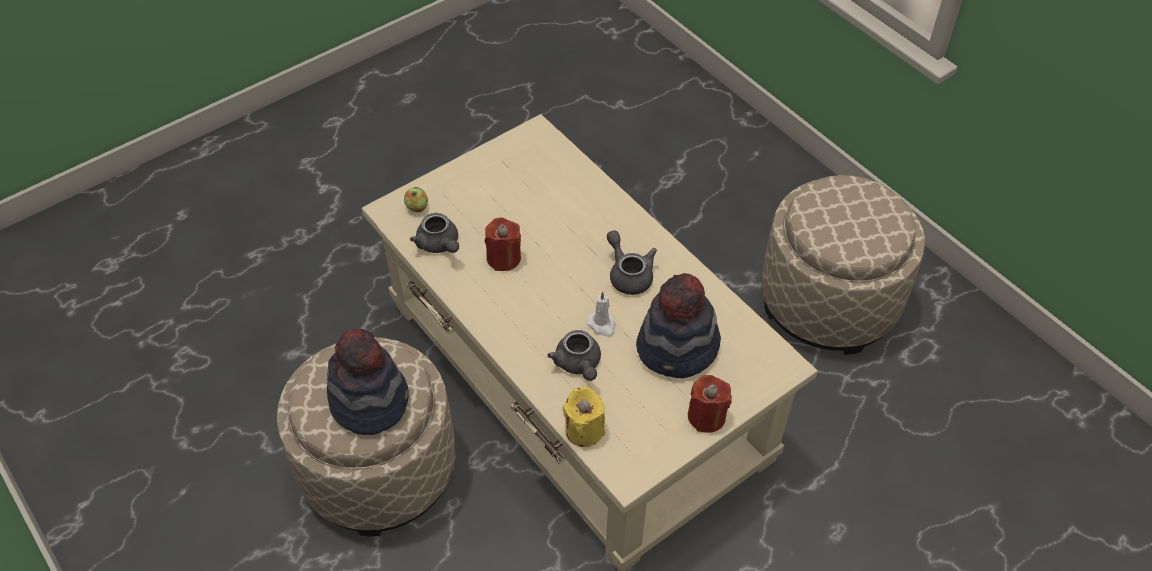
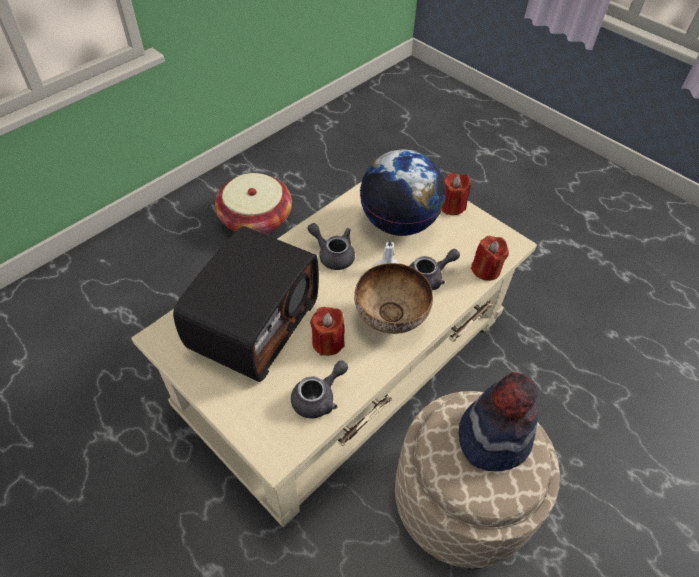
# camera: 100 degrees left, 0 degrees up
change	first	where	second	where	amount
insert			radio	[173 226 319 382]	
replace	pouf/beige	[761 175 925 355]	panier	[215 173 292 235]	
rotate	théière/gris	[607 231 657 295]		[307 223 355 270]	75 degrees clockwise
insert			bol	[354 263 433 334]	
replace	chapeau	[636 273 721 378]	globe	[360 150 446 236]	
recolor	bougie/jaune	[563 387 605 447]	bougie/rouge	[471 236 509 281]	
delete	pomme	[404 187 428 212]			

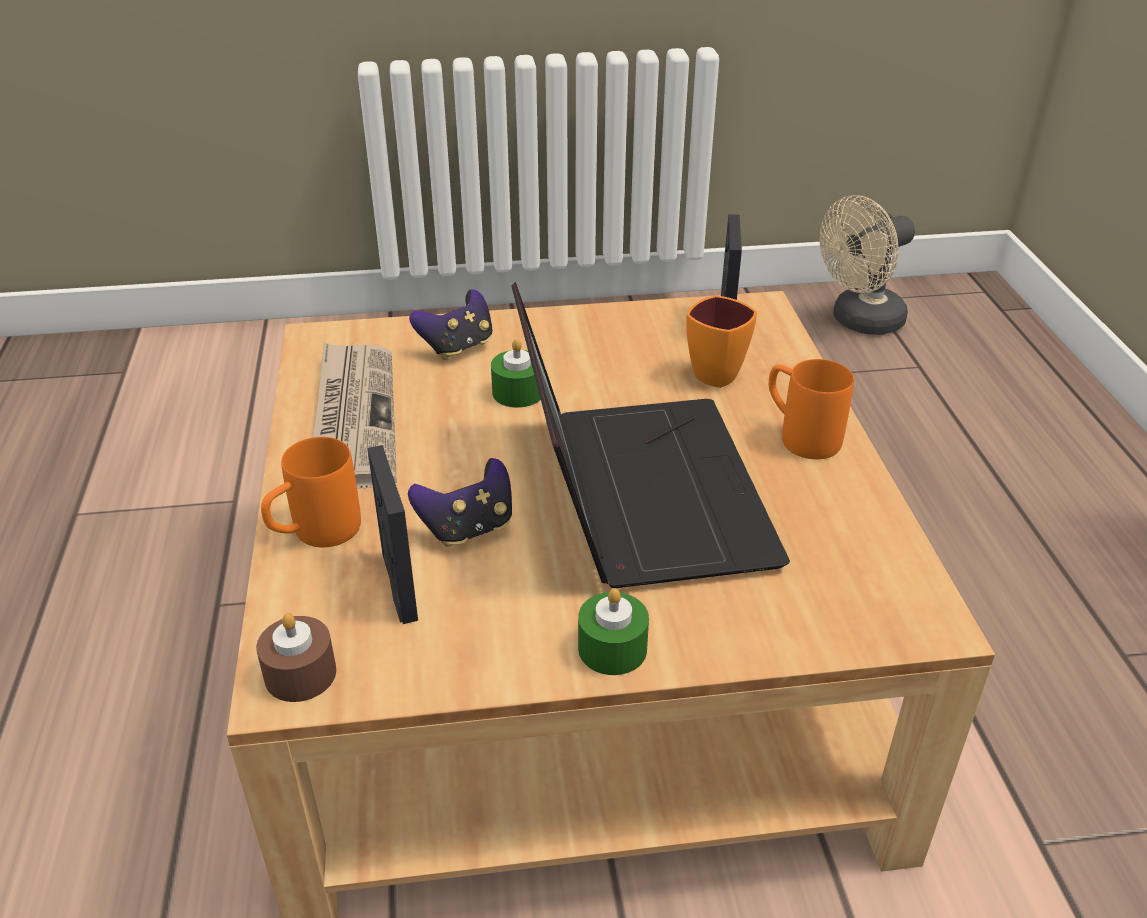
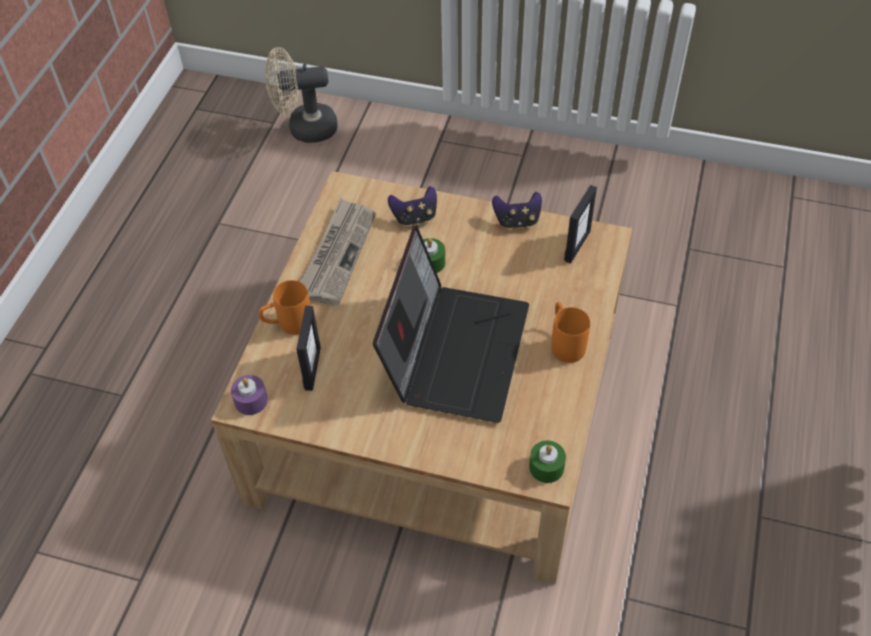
# camera: 25 degrees right, 15 degrees up
change	first	where	second	where	amount
recolor	bougie/marron	[256 613 336 702]	bougie/violet	[231 375 268 415]	
move	ventilateur/beige	[819 195 915 335]		[265 47 338 143]	
move	manette	[408 458 512 547]		[492 192 542 229]	
move	bougie/vert	[578 588 649 675]		[529 441 566 483]	
delete	mug/orange	[686 295 757 388]			

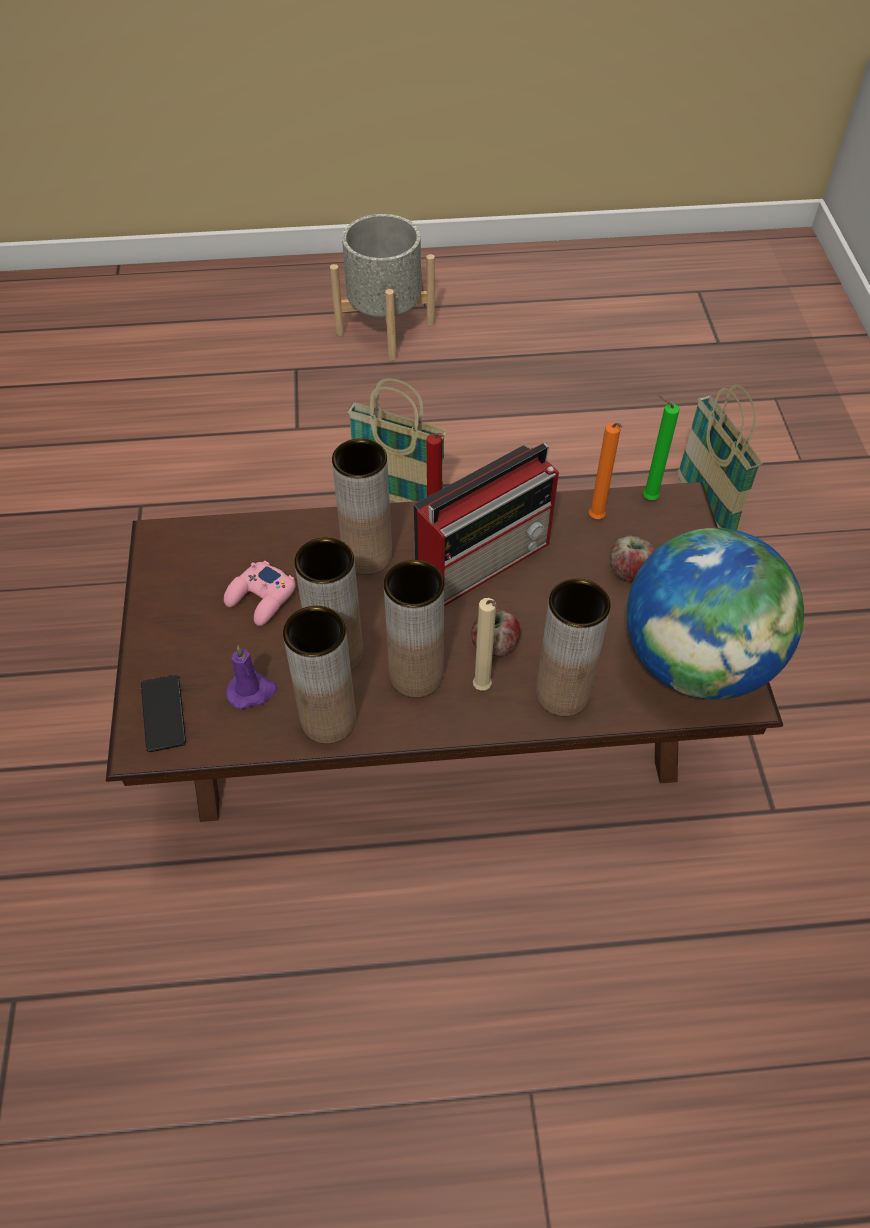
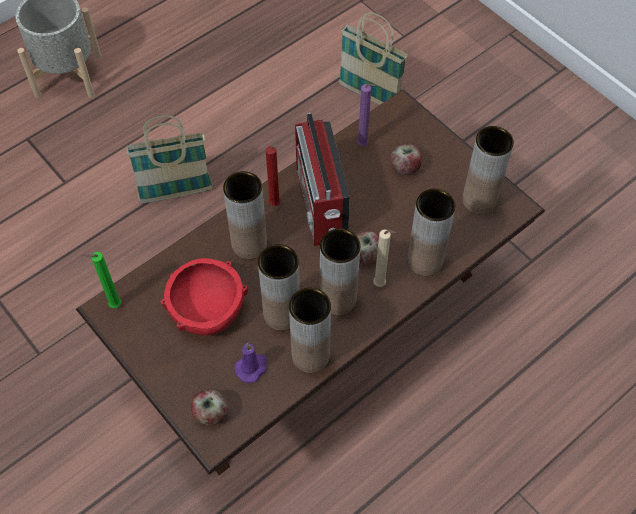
# camera: 35 degrees left, 5 degrees up
change	first	where	second	where	amount
move	bougie/vert	[643 396 680 500]		[83 252 121 308]	
replace	manette/rose	[224 560 295 626]	bol/rouge	[160 258 248 336]	
replace	téléphone	[141 675 186 752]	pomme	[191 389 228 425]	
rotate	radio	[414 443 559 606]		[295 113 350 246]	150 degrees clockwise
recolor	bougie/orange	[589 423 622 519]	bougie/violet	[357 84 376 146]	
replace	globe	[627 528 804 700]	vase/marron	[462 126 514 215]	

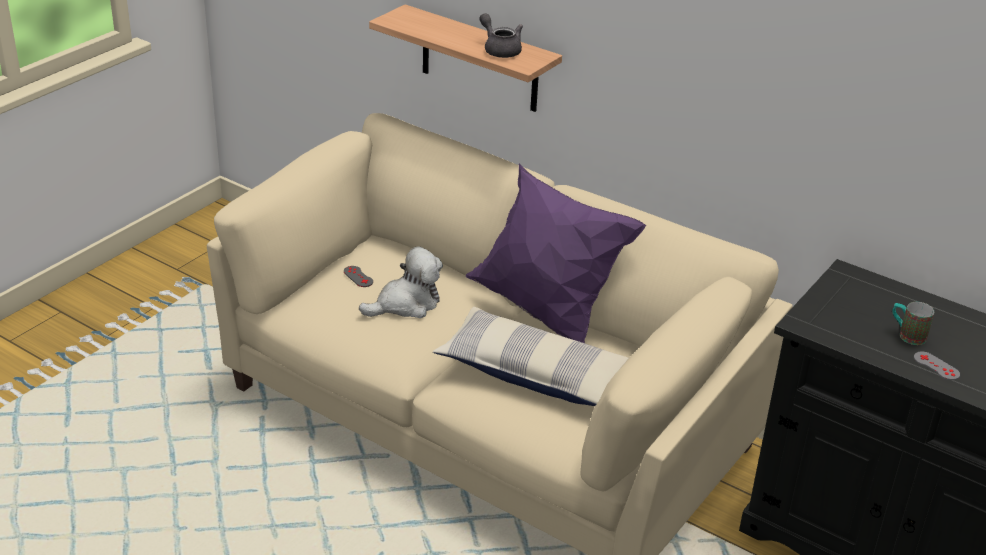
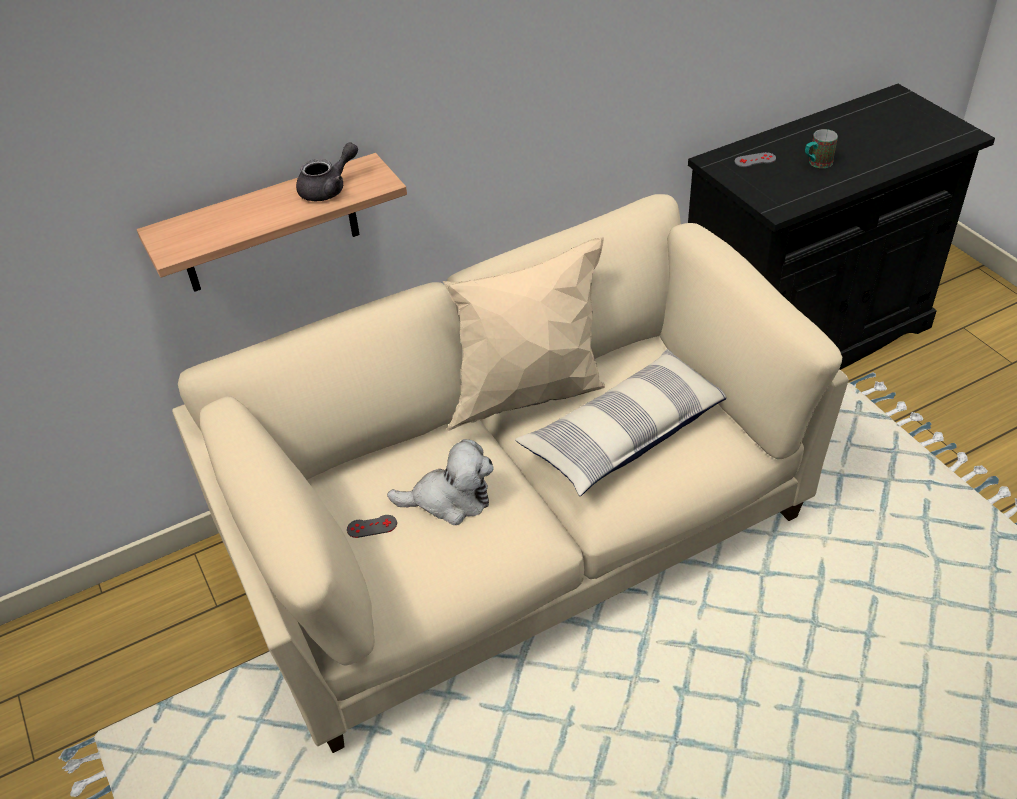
# camera: 60 degrees left, 10 degrees up
change	first	where	second	where	amount
rotate	théière/gris	[480 13 523 58]		[296 142 358 201]	150 degrees clockwise
rotate	peluche	[359 246 443 318]		[387 439 494 525]	90 degrees clockwise
recolor	coussin/violet	[466 163 646 344]	coussin/beige	[443 237 605 431]	
move	manette/gris	[914 352 960 380]		[735 152 776 167]	

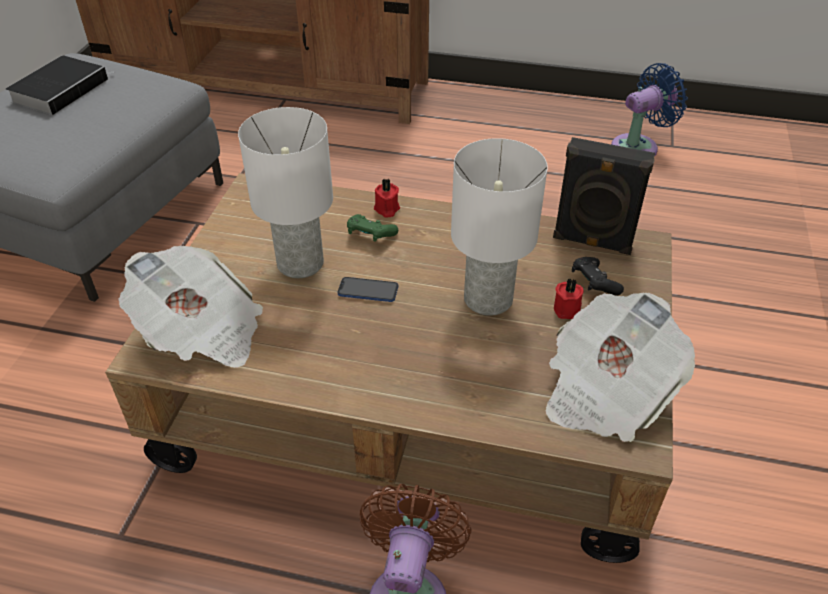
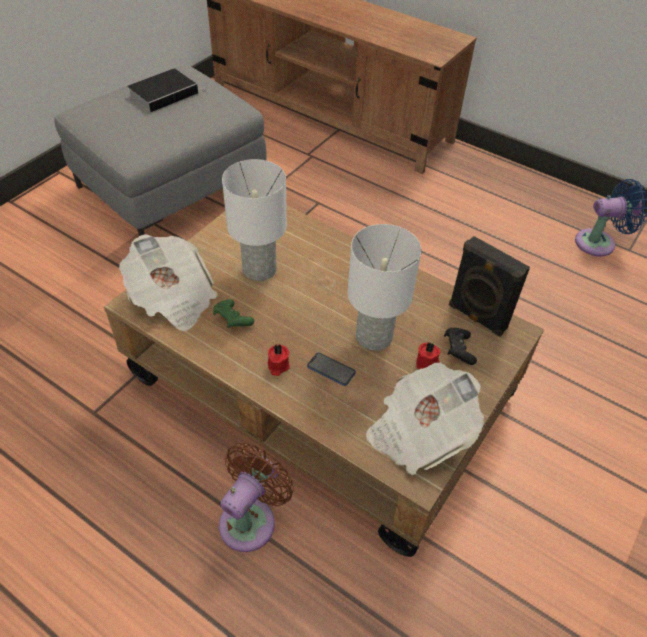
# camera: 20 degrees right, 5 degrees up
change	first	where	second	where	amount
move	manette/vert	[347 214 398 242]		[213 299 254 328]	
move	bougie/rouge	[374 179 400 218]		[268 344 290 376]	
move	téléphone	[337 277 398 302]		[307 353 356 386]	

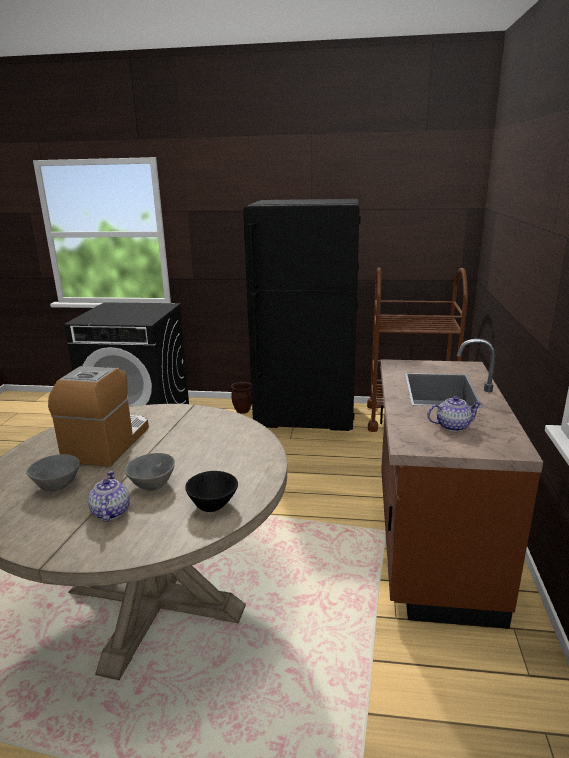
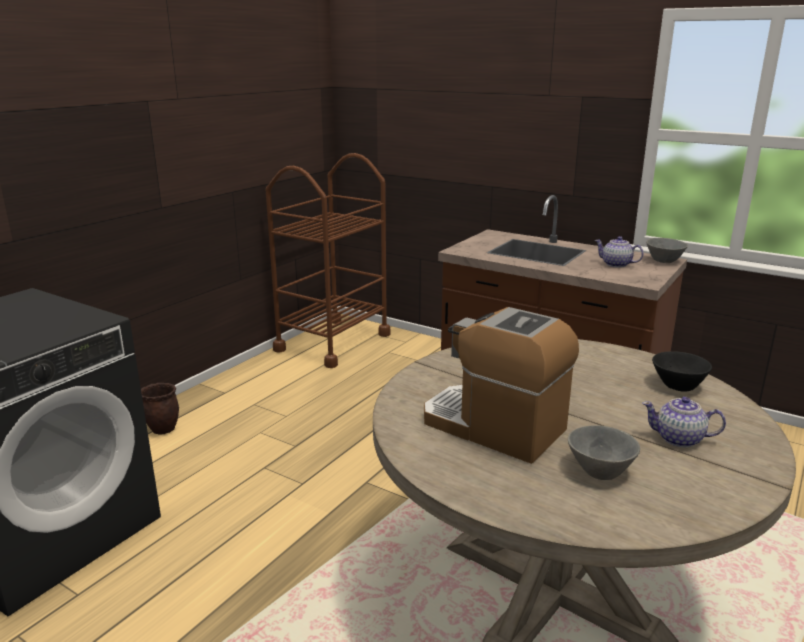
# camera: 65 degrees left, 0 degrees up
change	first	where	second	where	amount
rotate	théière	[427 396 482 432]		[595 236 644 268]	75 degrees counterclockwise
move	bol/gris	[125 453 175 491]		[646 238 688 263]	
delete	réfrigérateur/noir	[243 199 361 431]			

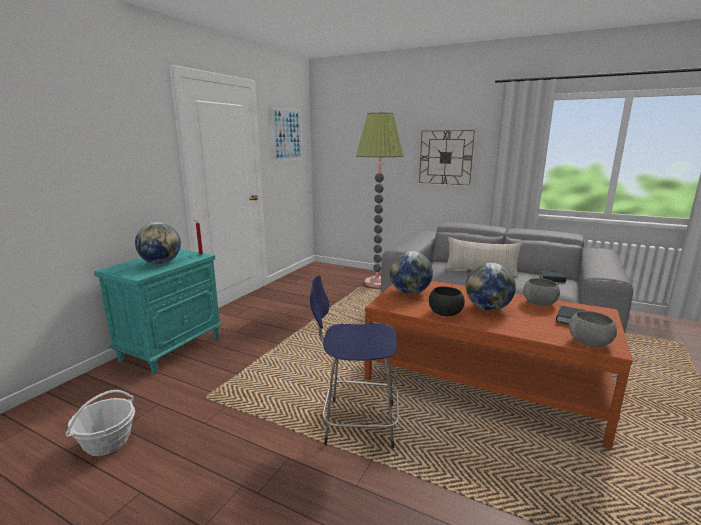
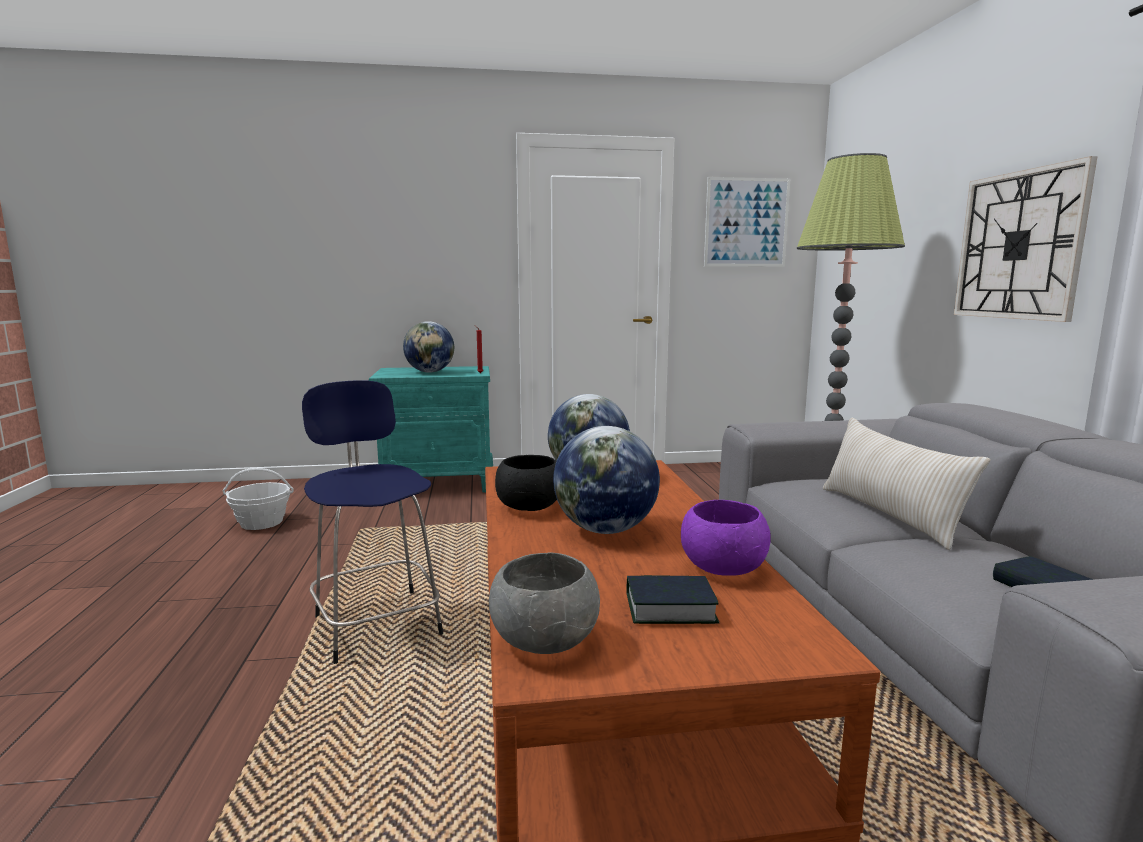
# camera: 55 degrees right, 5 degrees down
change	first	where	second	where	amount
recolor	bol/gris	[523 278 560 306]	bol/violet	[681 500 771 576]	

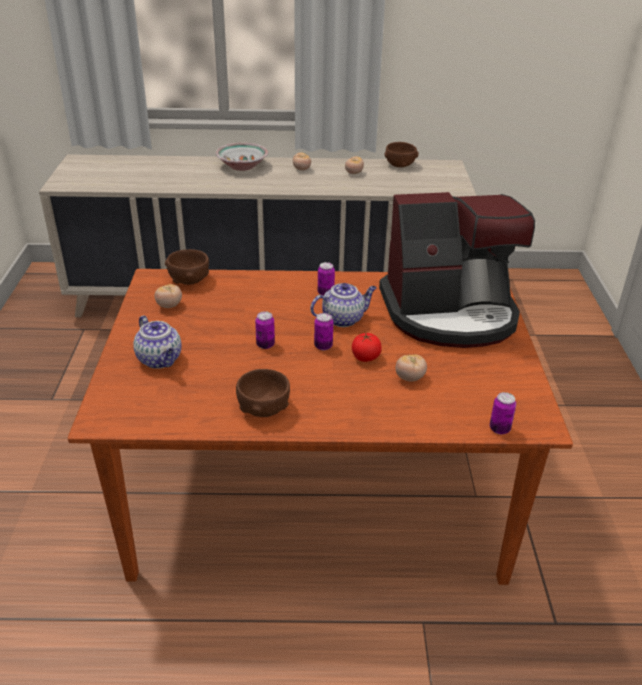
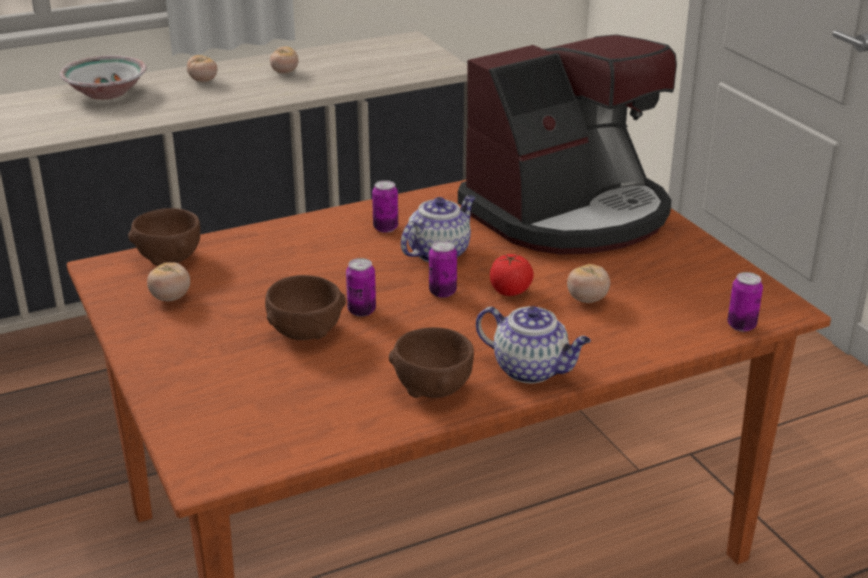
# camera: 25 degrees left, 5 degrees down
change	first	where	second	where	amount
move	bol/marron	[384 142 419 167]		[265 275 346 340]	
move	théière	[133 315 182 369]		[476 306 591 383]	

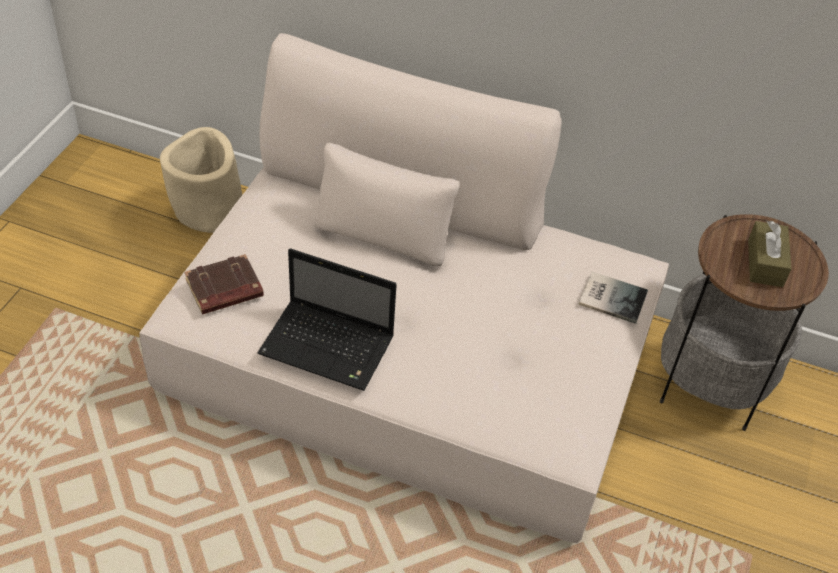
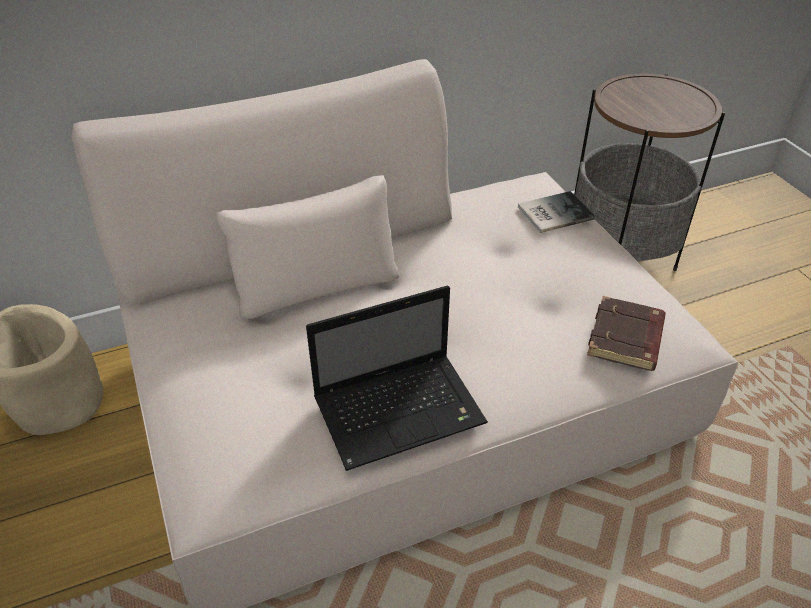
# camera: 40 degrees left, 5 degrees down
change	first	where	second	where	amount
move	livre/marron	[184 254 264 314]		[587 296 666 371]	
delete	boîte à mouchoirs/marron	[748 221 792 287]			

